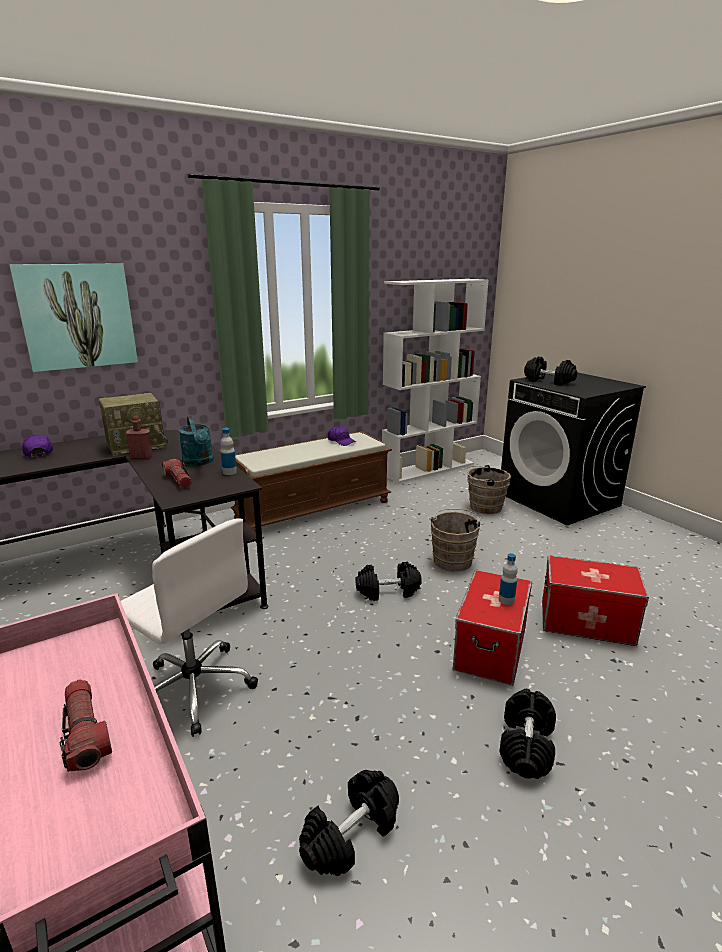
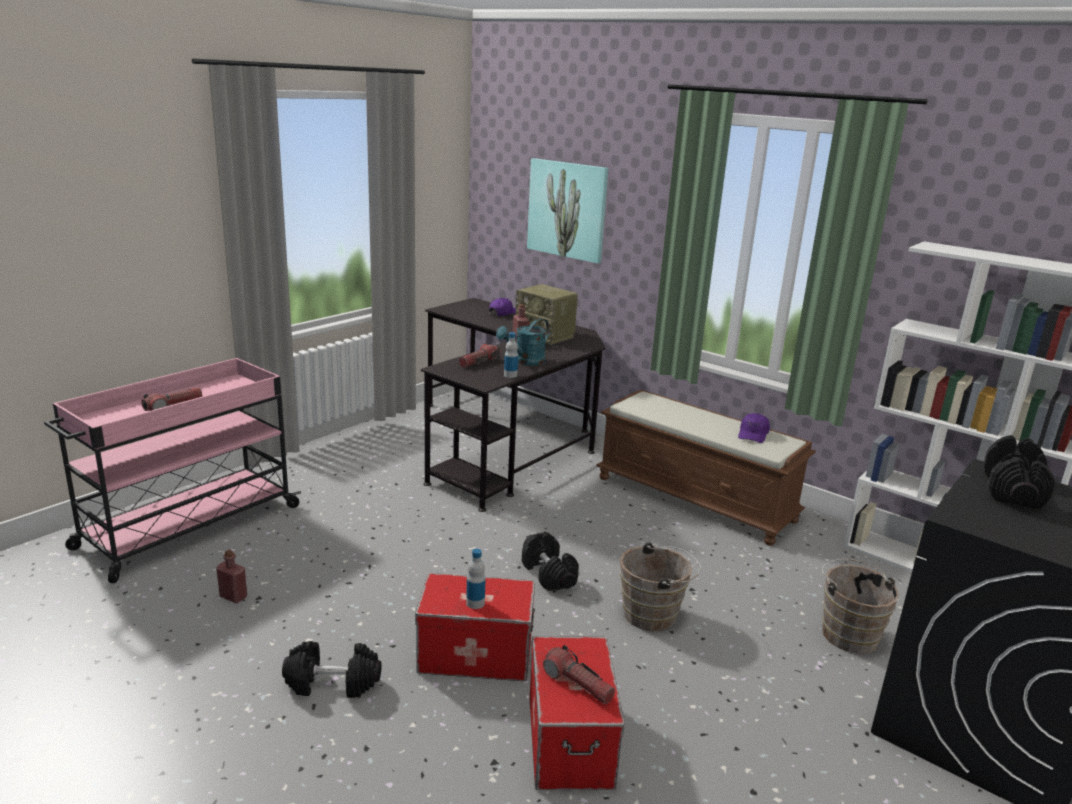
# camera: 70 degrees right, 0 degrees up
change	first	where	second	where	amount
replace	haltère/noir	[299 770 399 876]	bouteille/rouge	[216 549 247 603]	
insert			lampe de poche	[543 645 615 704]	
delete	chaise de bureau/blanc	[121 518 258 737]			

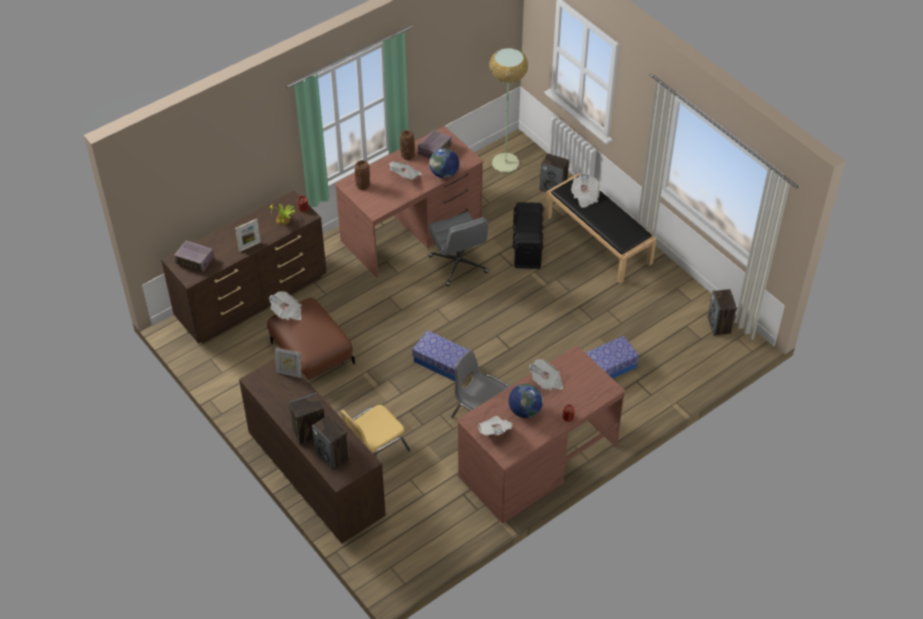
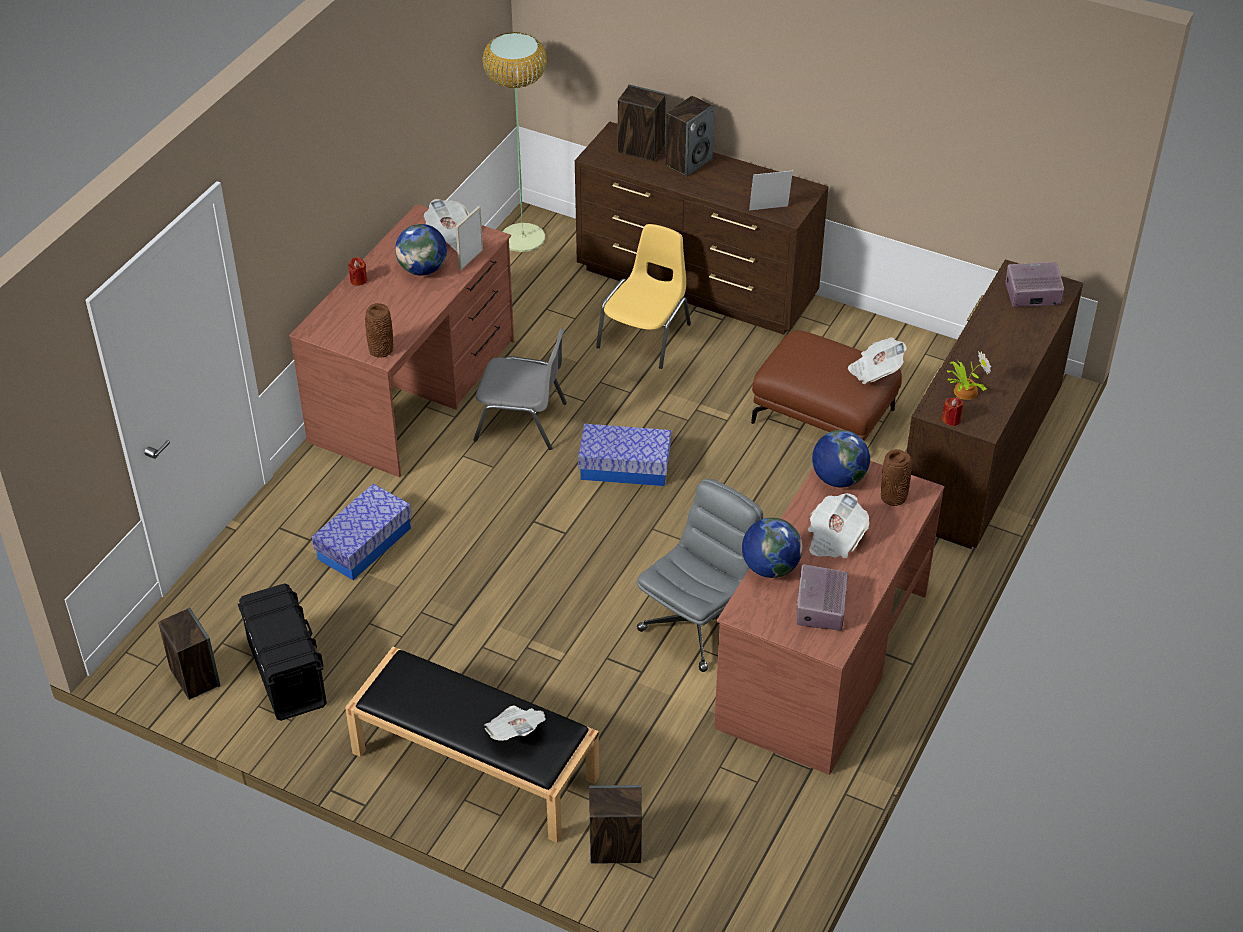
# camera: 155 degrees right, 5 degrees down
change	first	where	second	where	amount
move	boîte de rangement/noir	[513 202 543 269]		[238 583 327 721]	
move	vase/marron	[400 130 415 160]		[365 303 393 358]	
move	cadre photo	[235 219 261 252]		[456 206 483 271]	
move	lampadaire	[489 48 528 173]		[482 32 547 252]	
rotate	chaise de bureau/gris	[428 212 489 286]		[636 479 763 672]	90 degrees clockwise
insert			globe	[812 430 870 487]	
delete	journal	[529 359 563 390]			

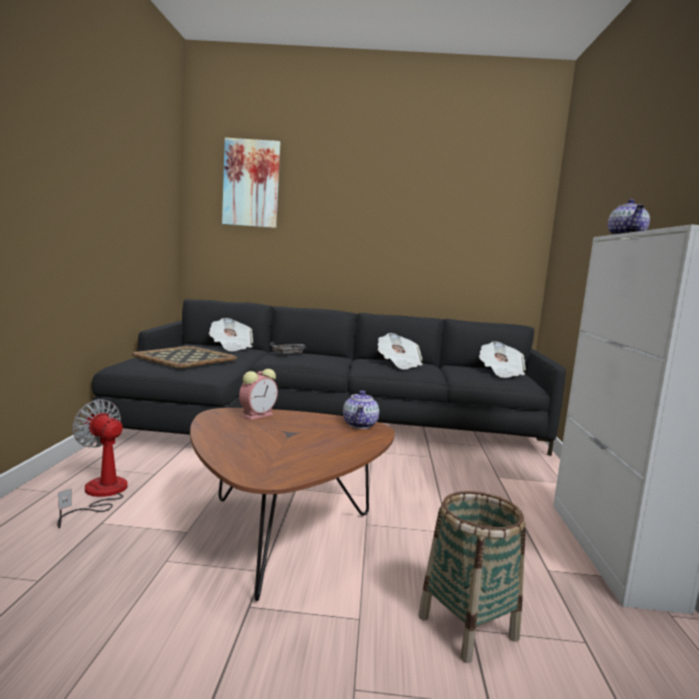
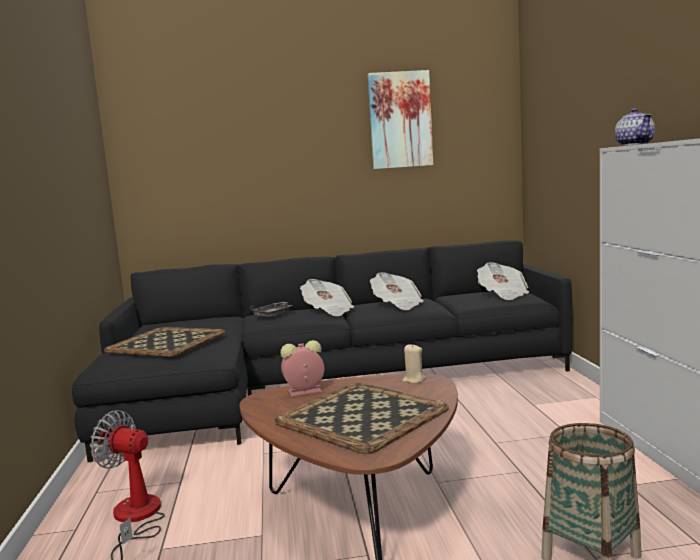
# camera: 10 degrees left, 0 degrees up
change	first	where	second	where	amount
insert			plateau	[275 383 449 454]	
rotate	réveil	[239 369 278 420]		[281 340 324 397]	135 degrees counterclockwise
move	journal	[209 318 253 351]		[300 279 354 316]	
move	tableau	[222 138 281 228]		[368 70 433 169]	
replace	théière	[343 390 379 429]	bougie/beige	[402 344 426 383]	

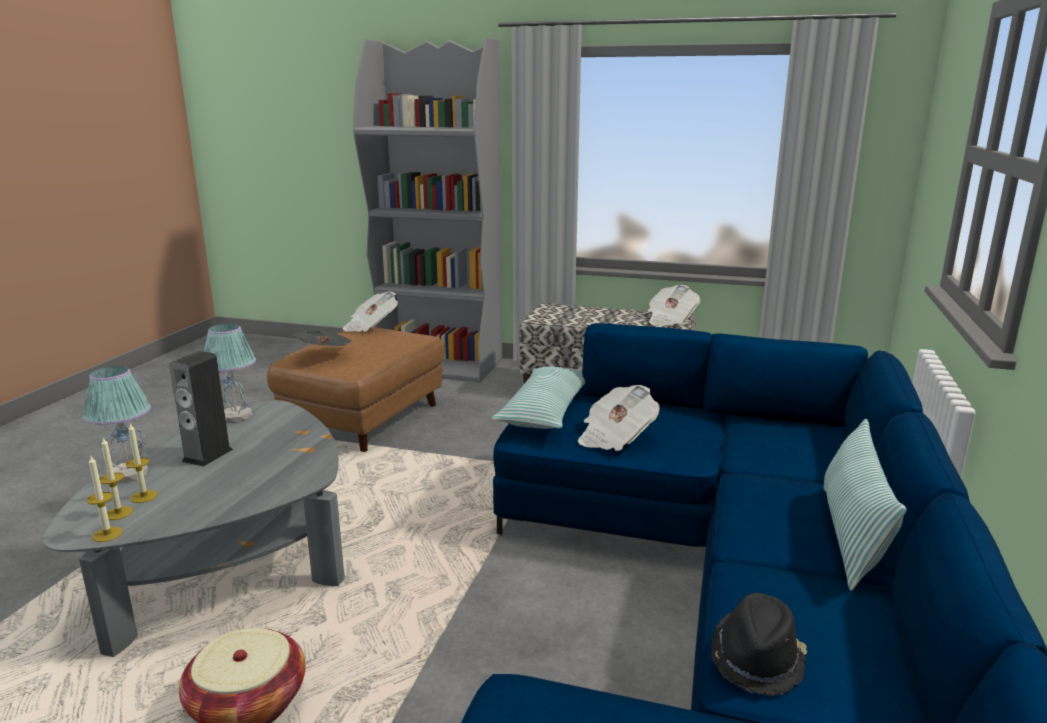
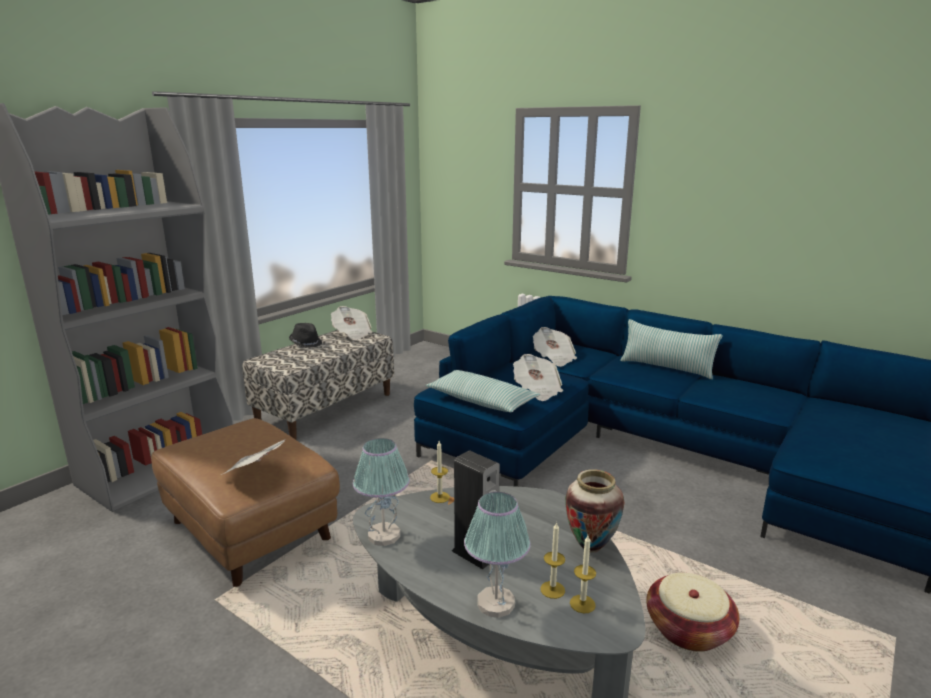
# camera: 70 degrees left, 0 degrees up
change	first	where	second	where	amount
move	chapeau/noir	[711 593 808 696]		[289 323 322 348]	
move	bougie	[87 456 123 542]		[430 441 450 503]	
move	journal	[343 291 398 332]		[533 327 577 367]	
insert			vase	[565 469 624 553]	

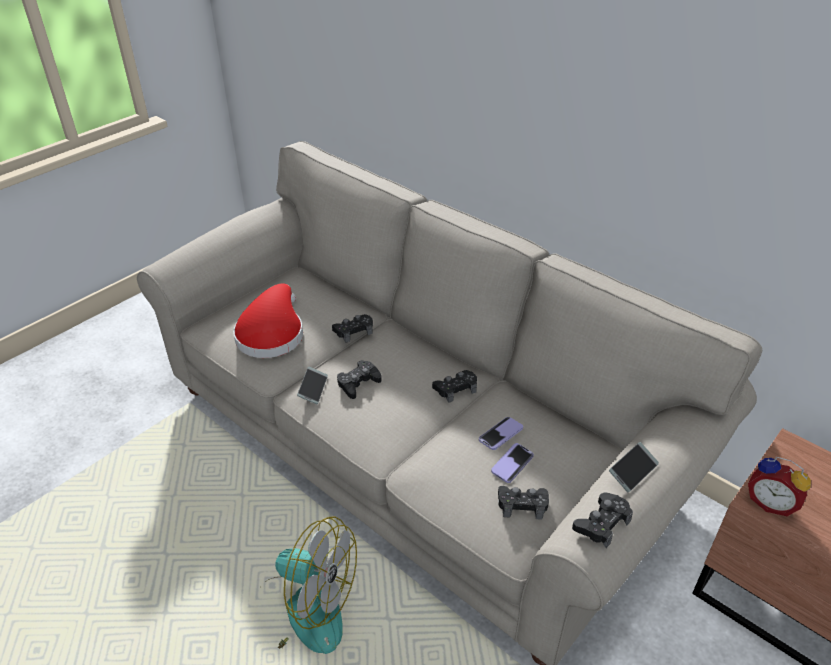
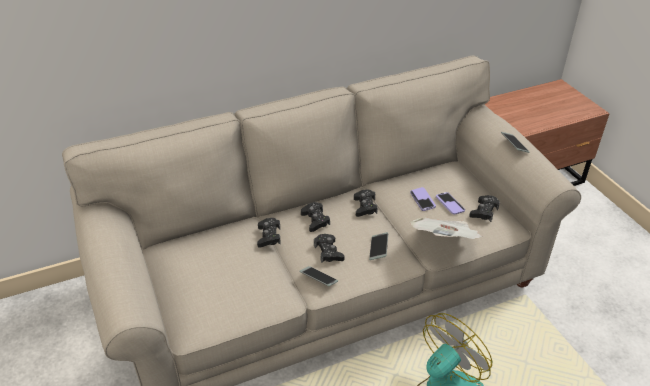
# camera: 65 degrees left, 0 degrees up
change	first	where	second	where	amount
move	manette/noir	[572 493 633 548]		[301 202 330 232]	
insert			téléphone	[369 232 388 260]	
insert			journal	[411 217 483 239]	
delete	chapeau/rouge	[233 283 303 358]			
delete	réveil	[748 457 811 516]			

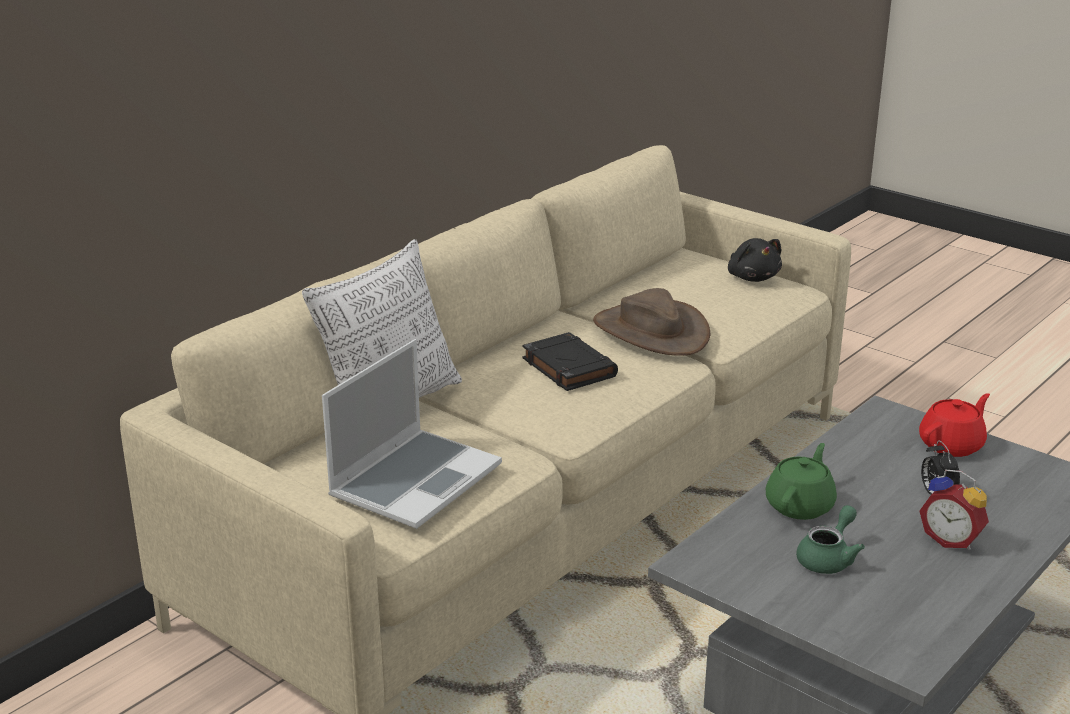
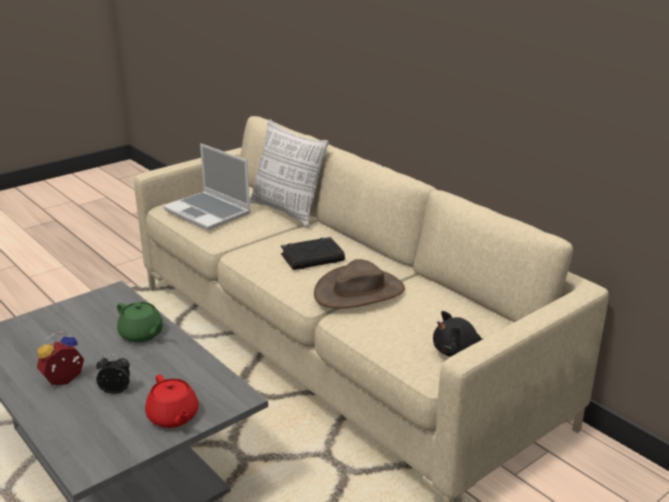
# camera: 100 degrees right, 0 degrees up
change	first	where	second	where	amount
delete	théière/vert	[796 505 865 574]			

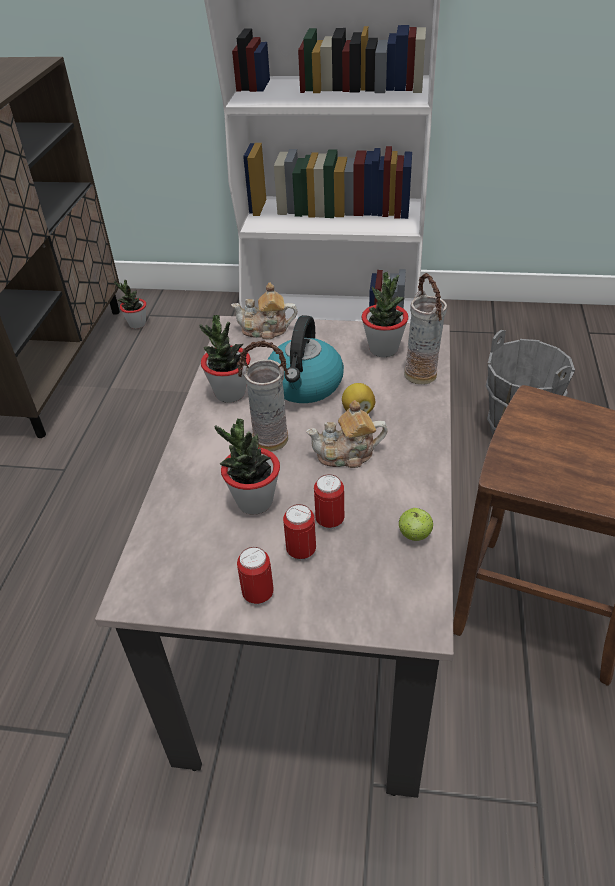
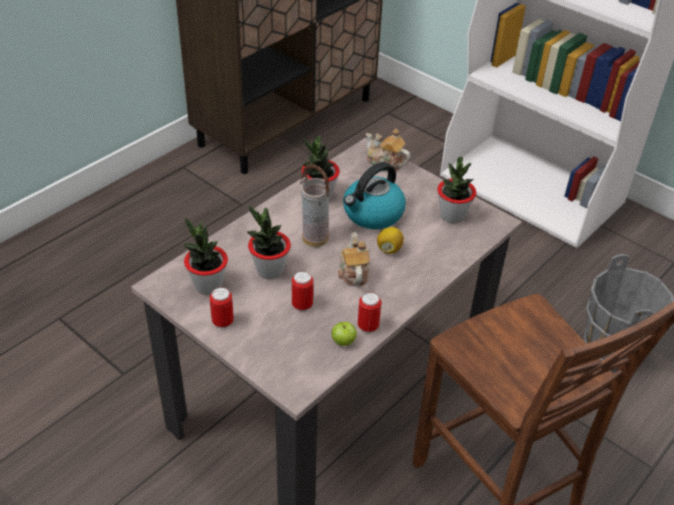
# camera: 30 degrees right, 0 degrees up
change	first	where	second	where	amount
move	plante en pot	[114 280 146 329]		[184 217 228 295]	
rotate	théière	[306 400 388 468]		[338 232 370 286]	60 degrees clockwise
move	boîte métallique	[283 504 316 560]		[358 292 381 333]	
delete	vase	[404 273 447 384]			

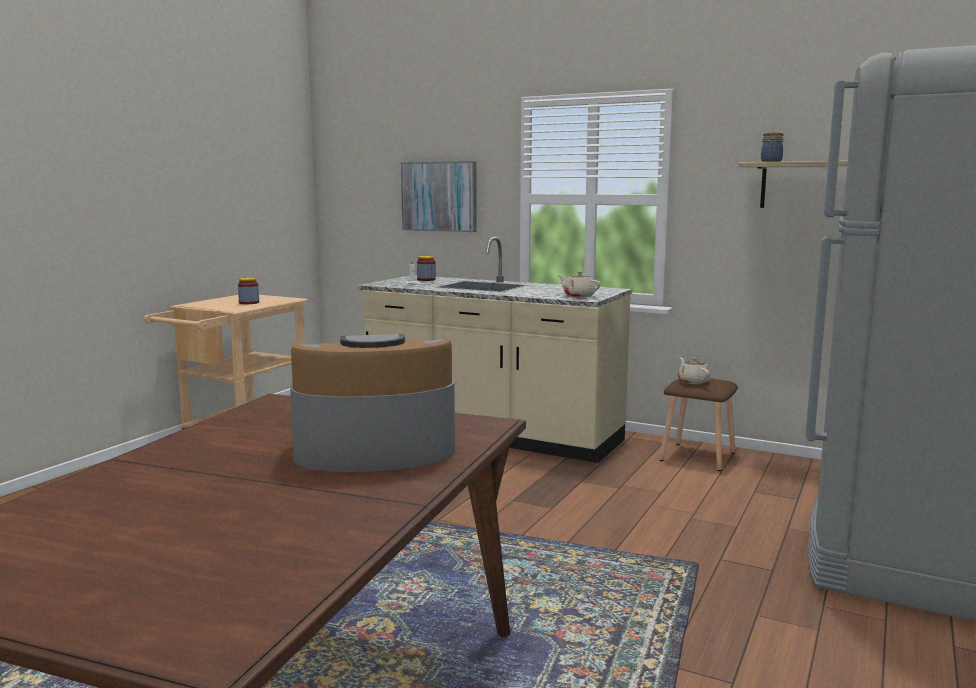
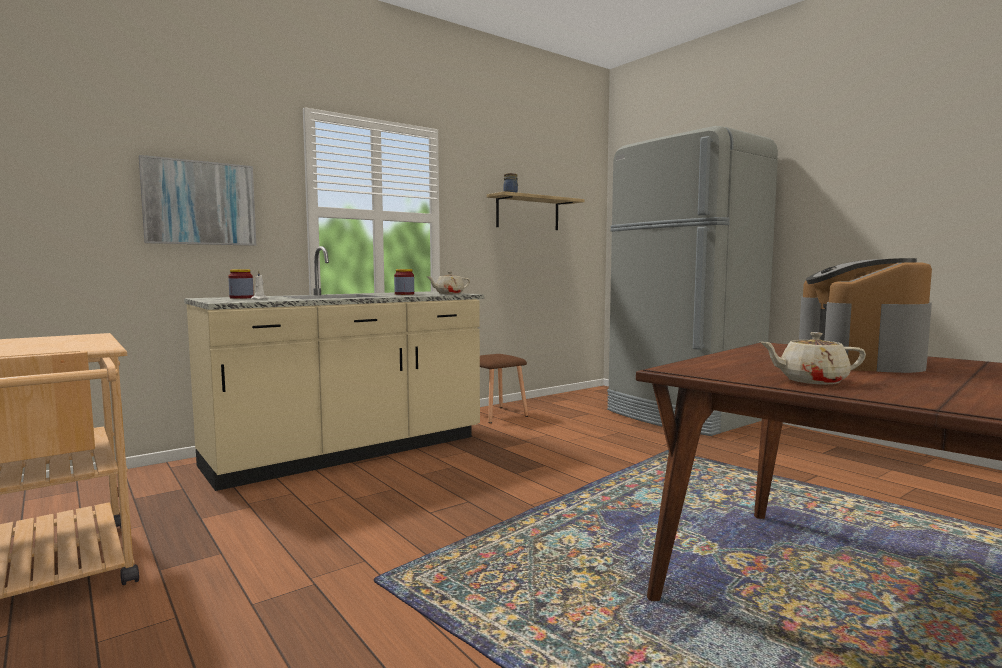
# camera: 65 degrees left, 5 degrees down
change	first	where	second	where	amount
move	bocal	[238 277 259 304]		[394 269 414 295]	
move	théière/beige	[678 358 710 384]		[760 332 866 384]	

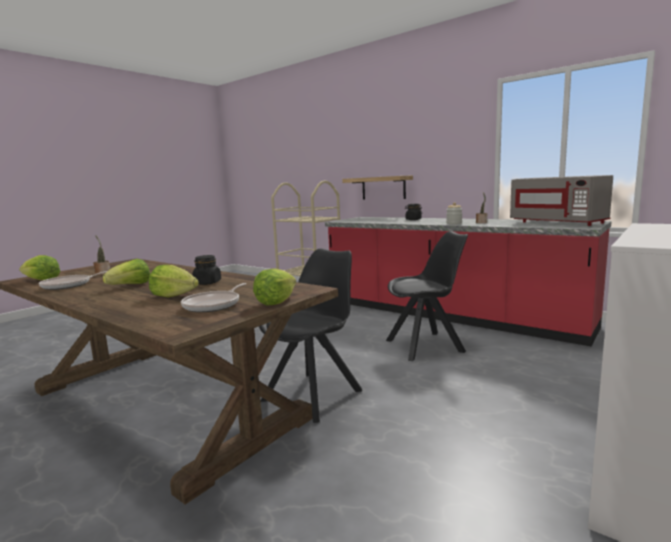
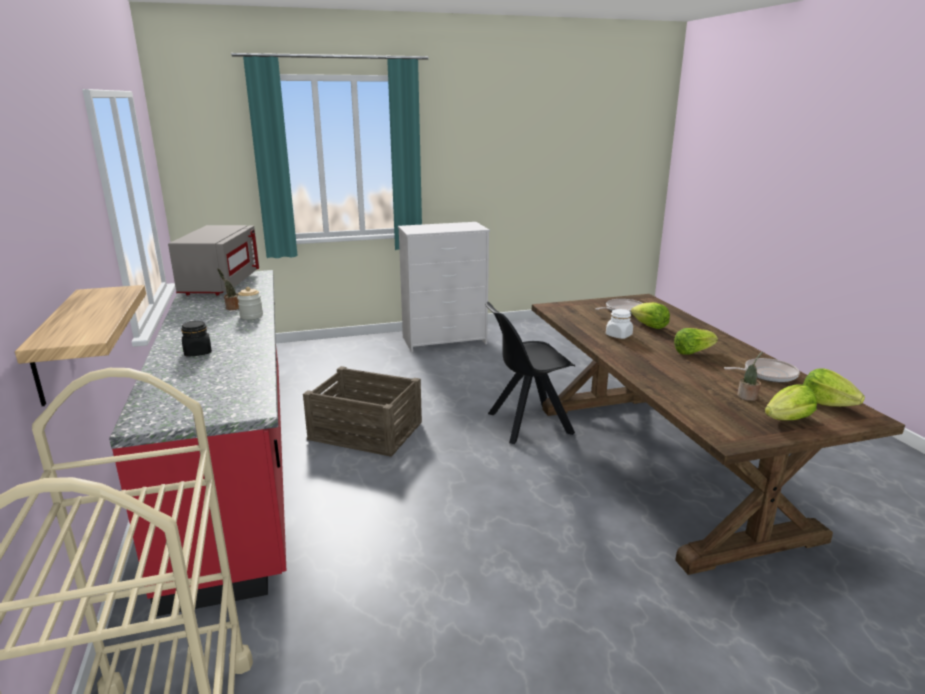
# camera: 145 degrees left, 10 degrees up
change	first	where	second	where	amount
replace	chaise/noir	[386 231 468 361]	caisse	[303 366 422 457]	
recolor	bocal/noir	[192 255 221 285]	bocal/blanc	[606 309 633 339]	
move	laitue	[253 268 296 305]		[765 384 817 420]	

